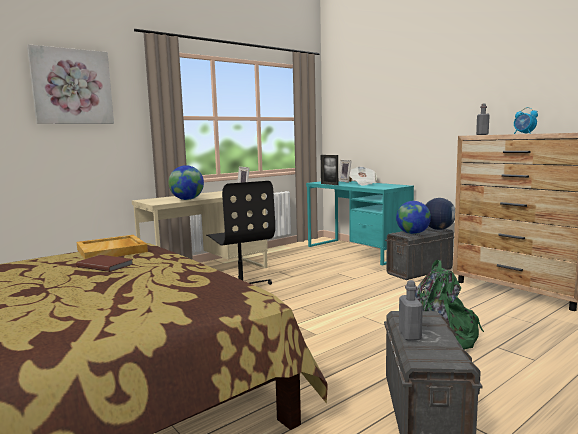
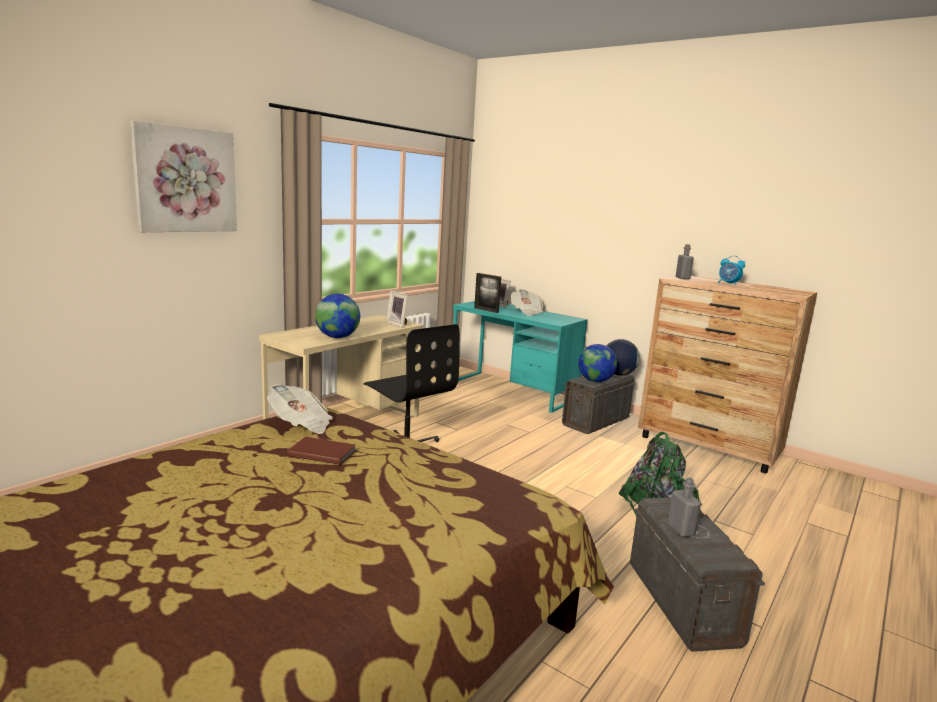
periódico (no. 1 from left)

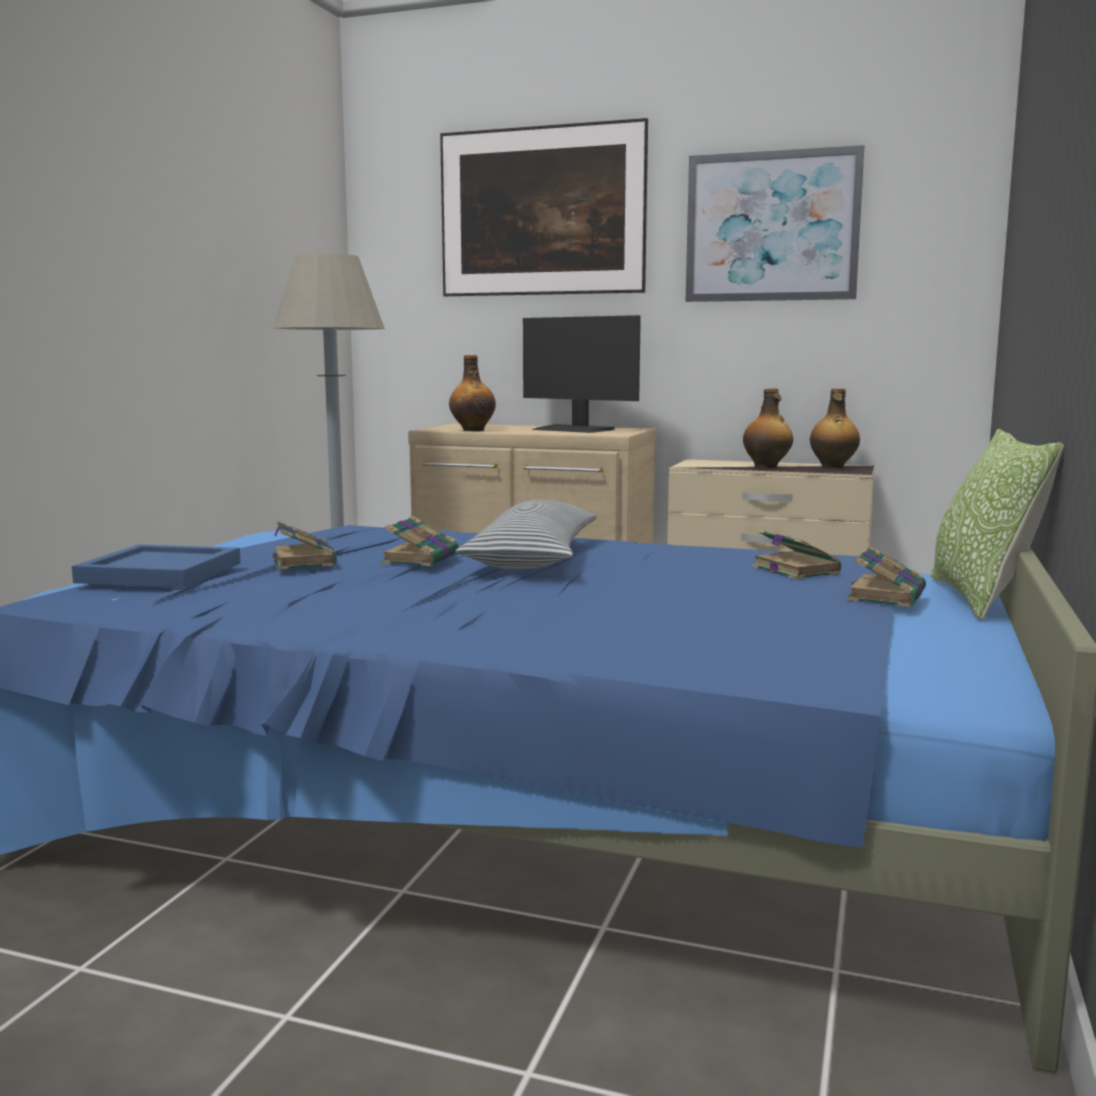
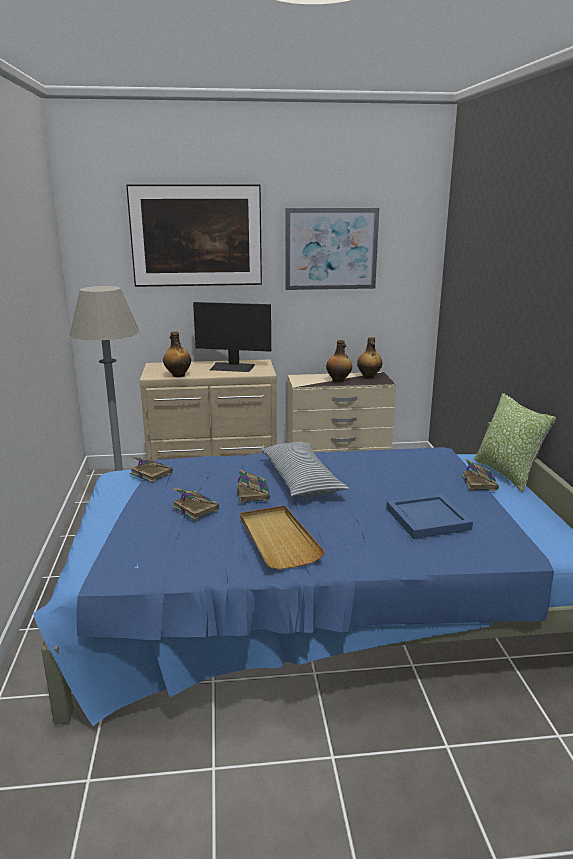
libro (no. 1 from left)
bandeja [beis]
bandeja [azul]

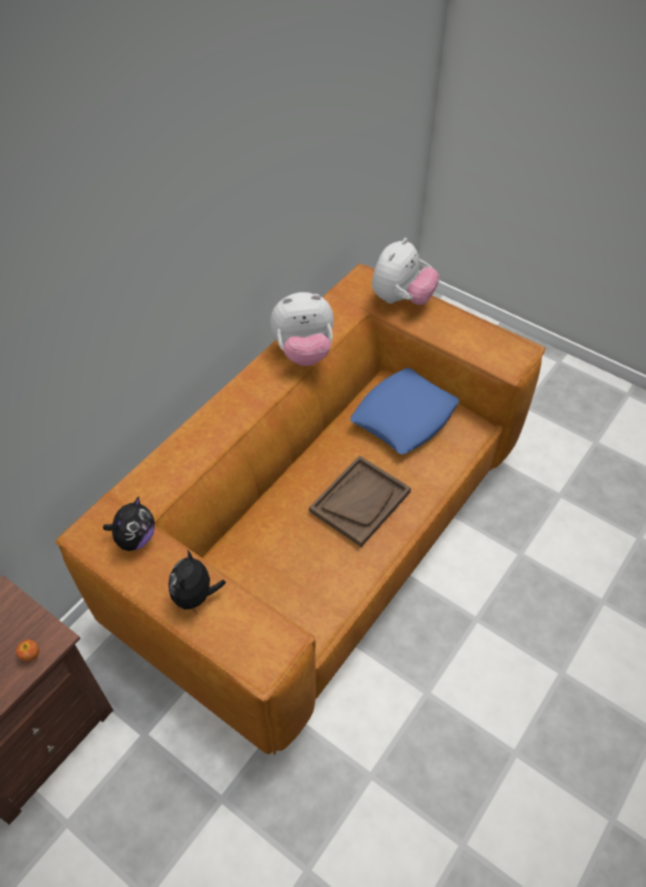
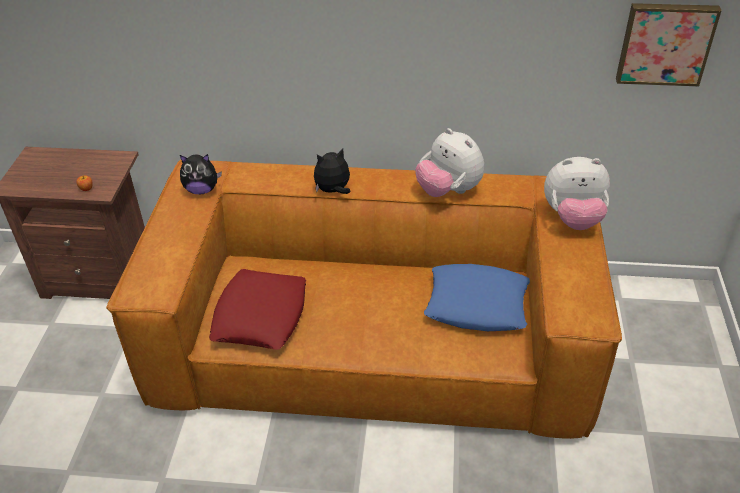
cojín [rojo]
peluche (no. 2 from left)
cuadro
bandeja [marrón]

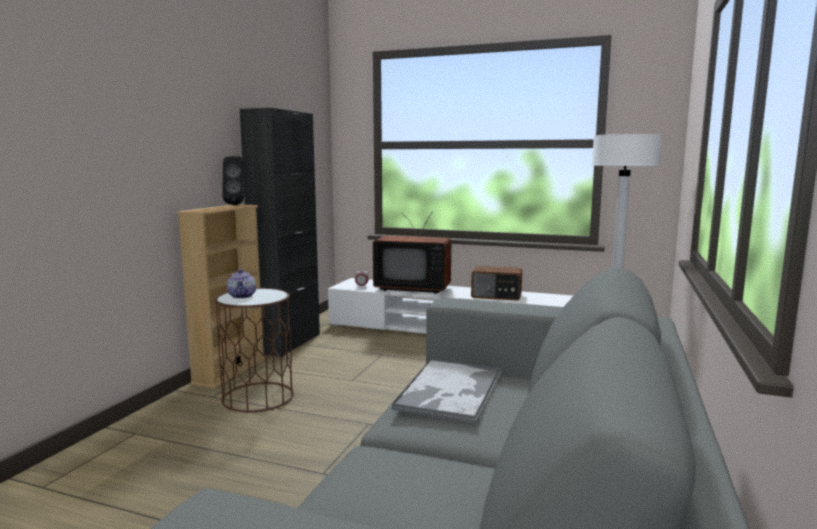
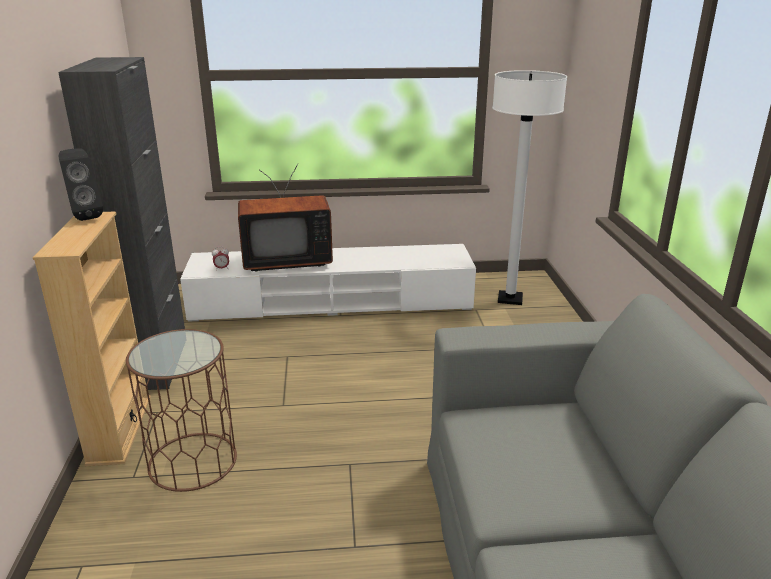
tetera
bandeja
radio

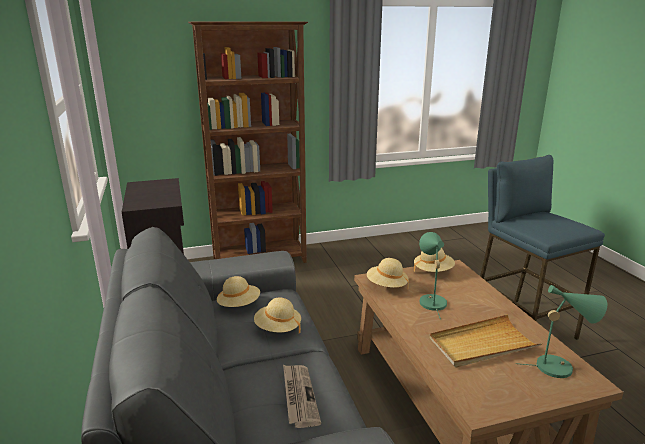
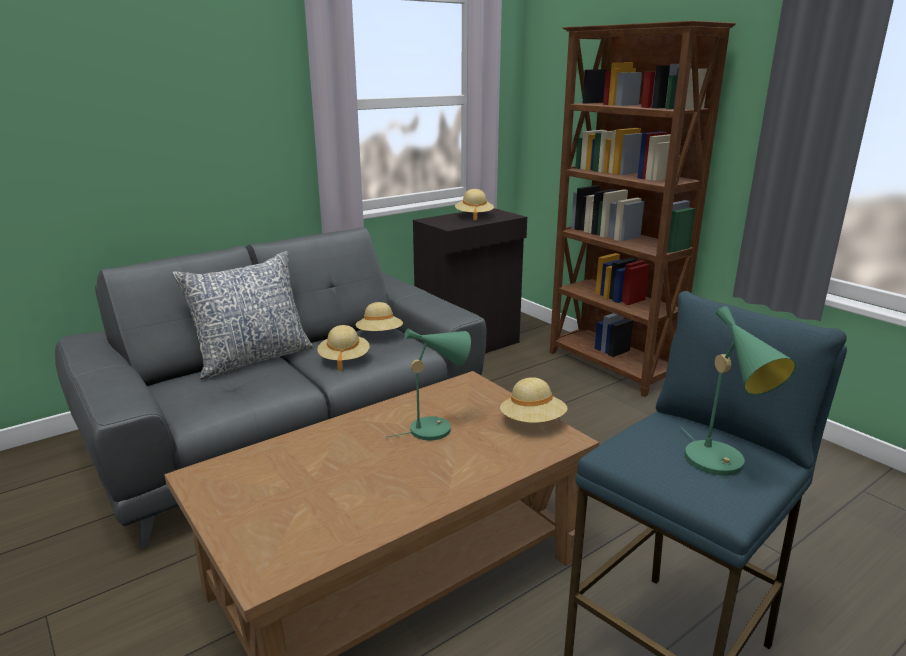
cojín
sombrero [beis] (no. 3 from left)
lámpara de mesa [verde] (no. 2 from left)
periódico
bandeja [beis]

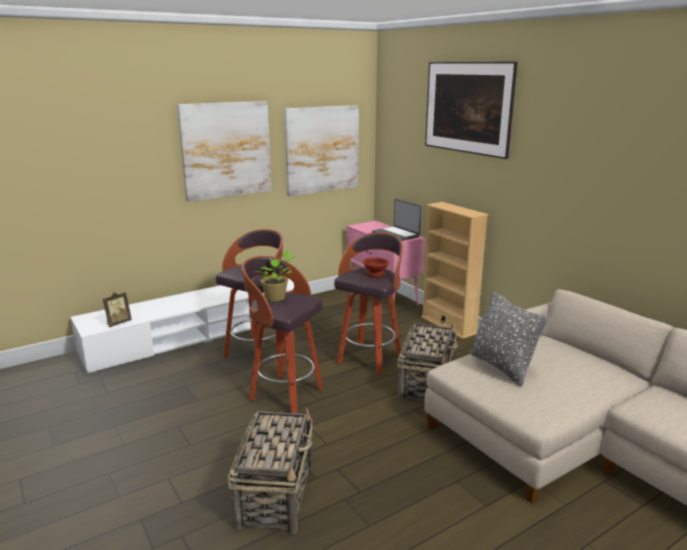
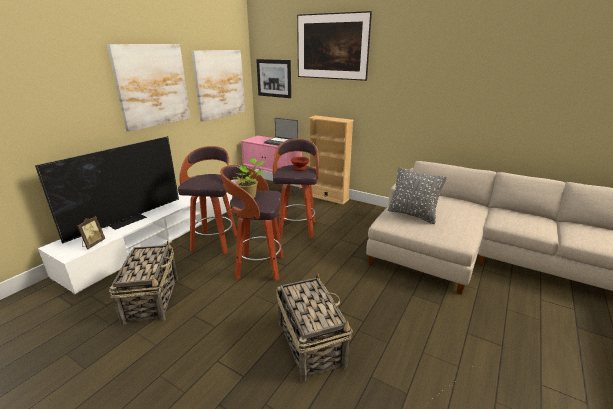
televisor
cesta (no. 1 from left)
cuadro (no. 3 from left)

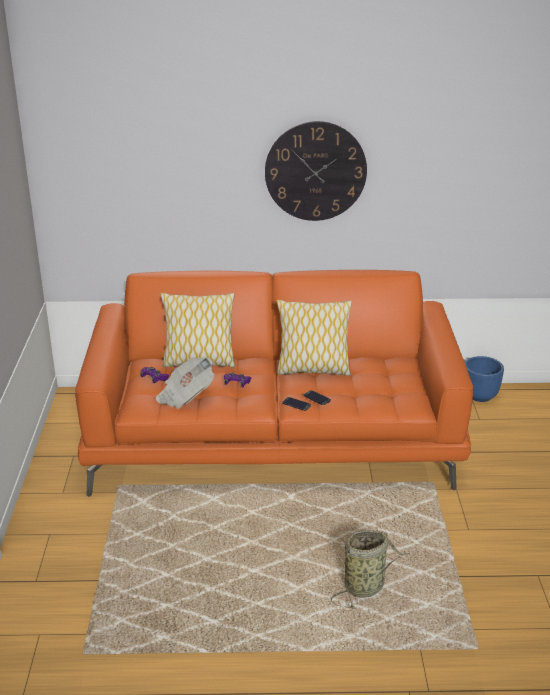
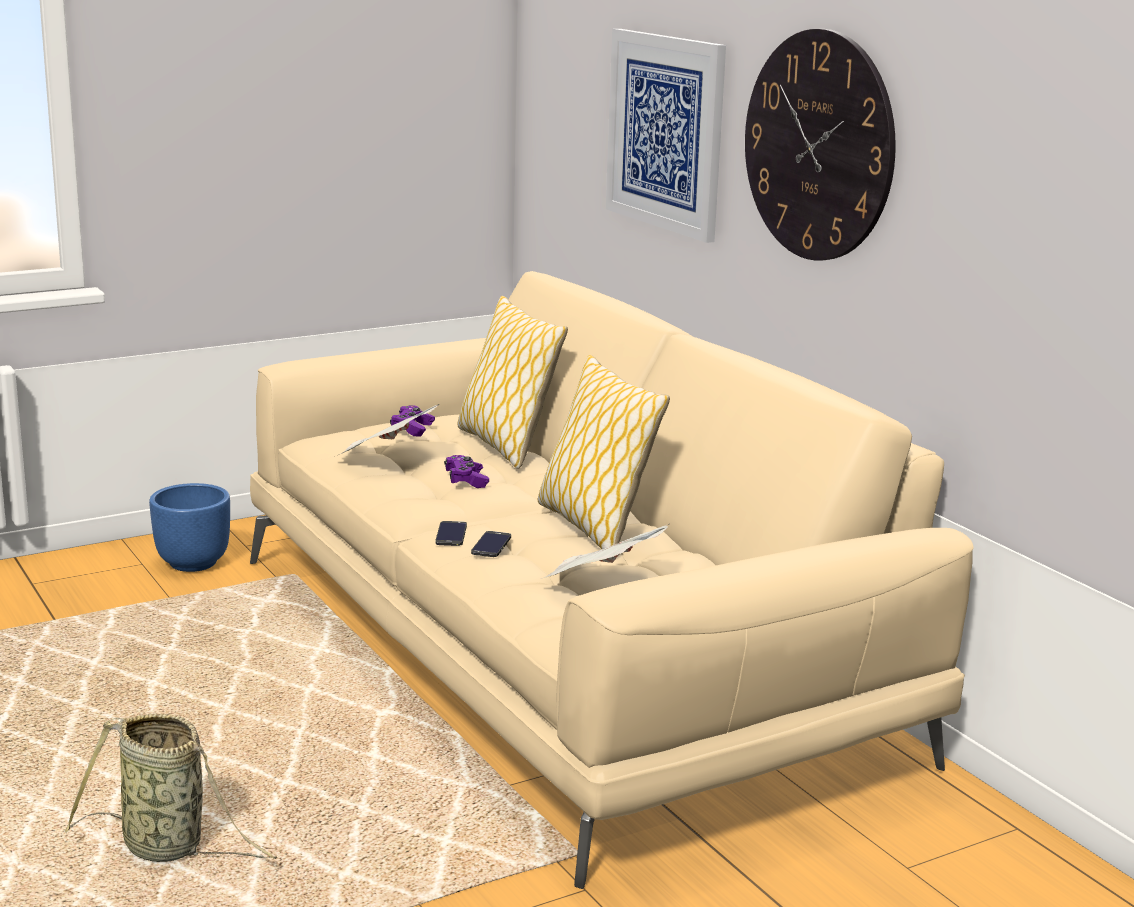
maceta [azul]
sofá [beis]
periódico (no. 2 from left)
cuadro

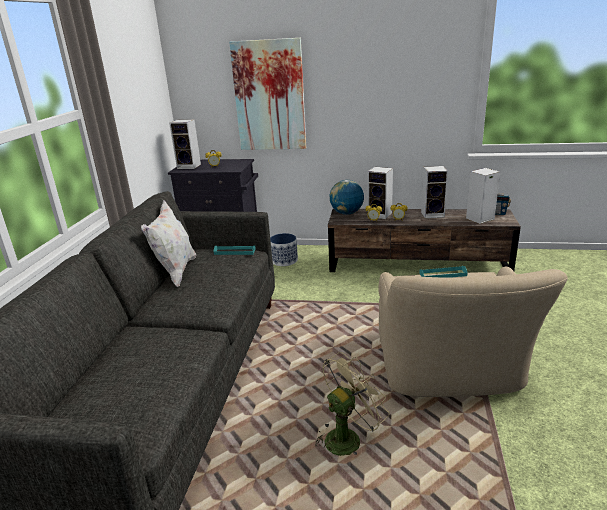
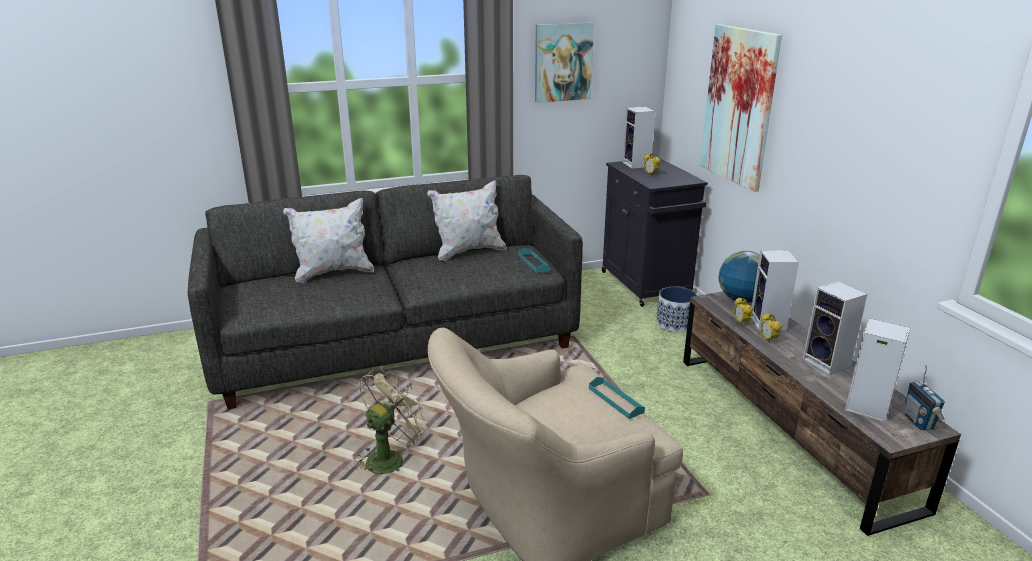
cojín [blanco] (no. 1 from left)
ventilador [beis]
cuadro (no. 1 from left)

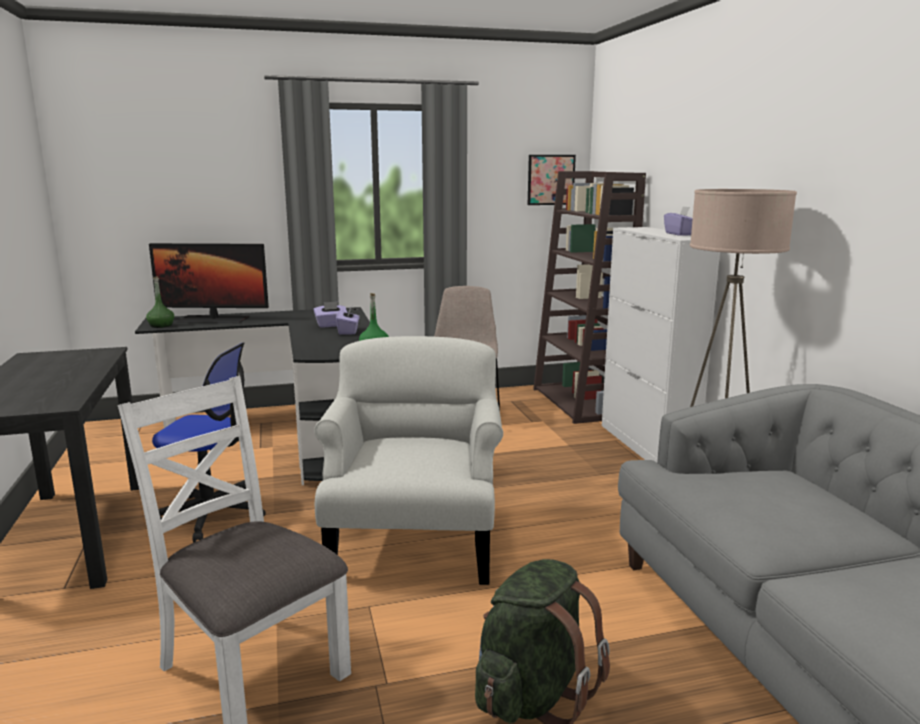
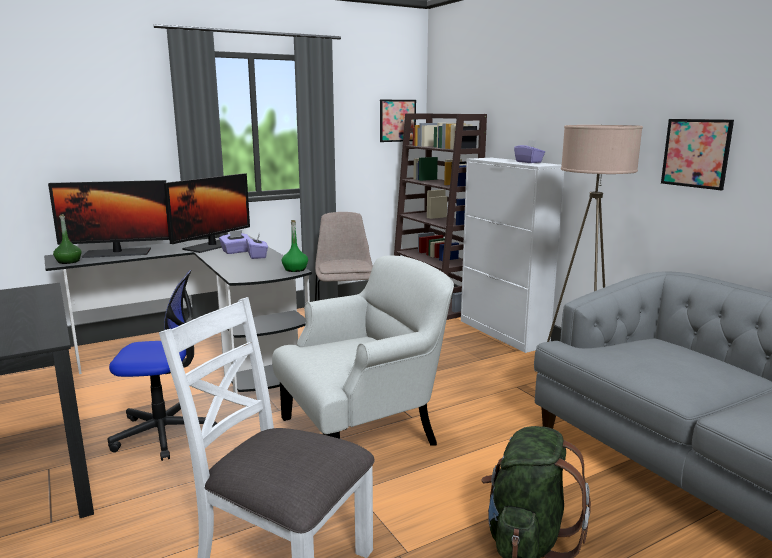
monitor (no. 2 from left)
sillón [blanco]
cuadro (no. 2 from left)

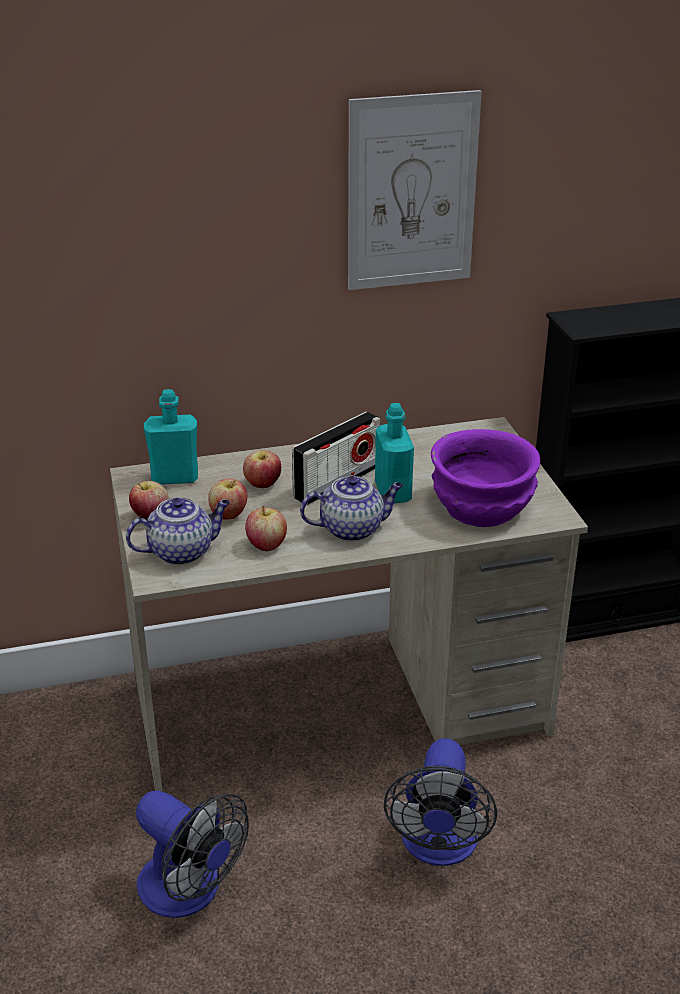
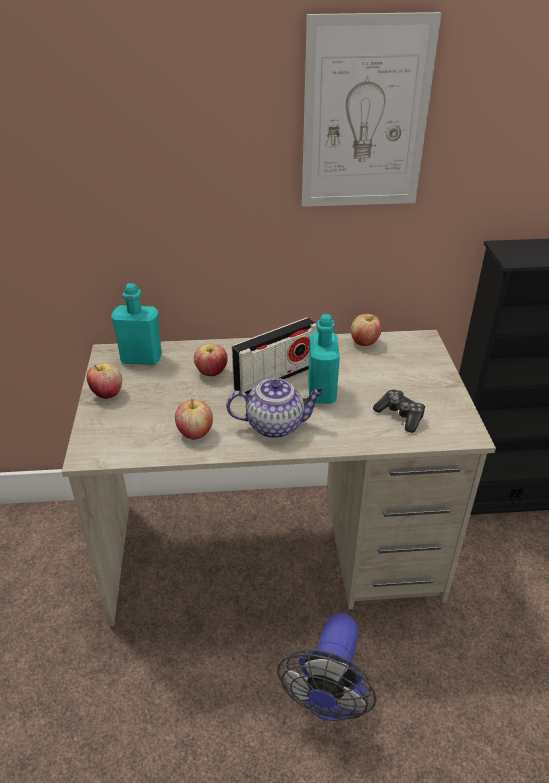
manzana (no. 4 from left)
mando de consola
tetera (no. 1 from left in the first image)
ventilador (no. 1 from left in the first image)

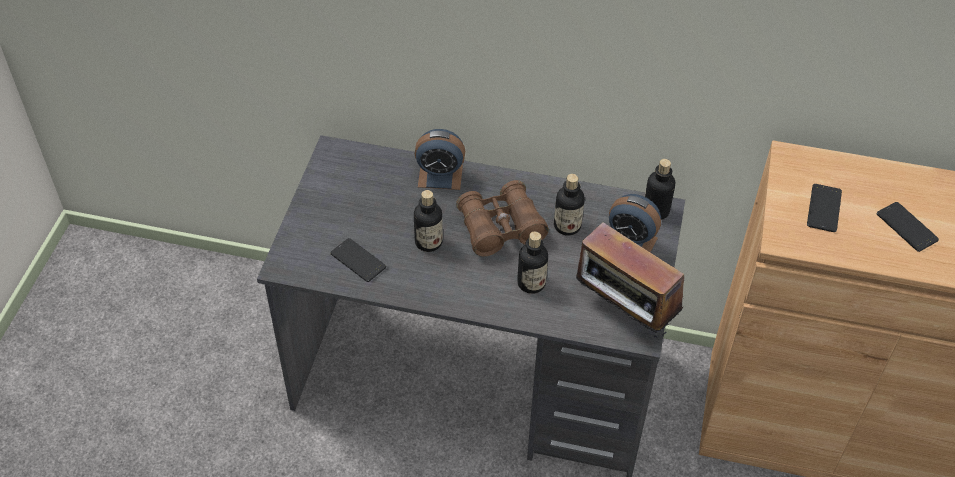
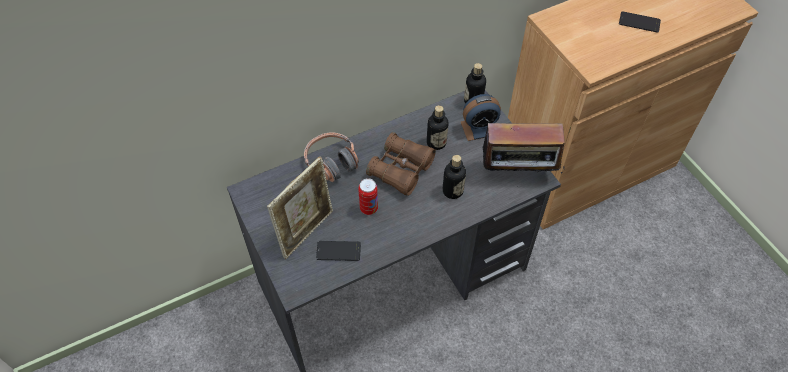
portarretratos
auriculares
lata
móvil (no. 2 from left in the first image)

